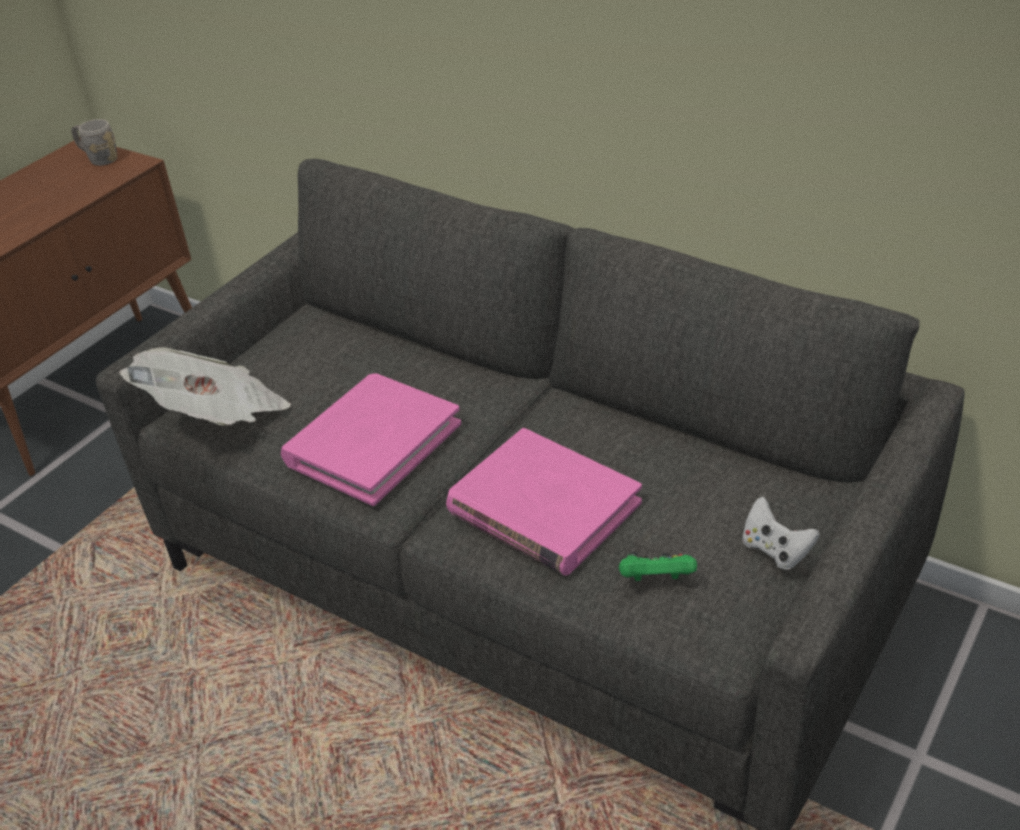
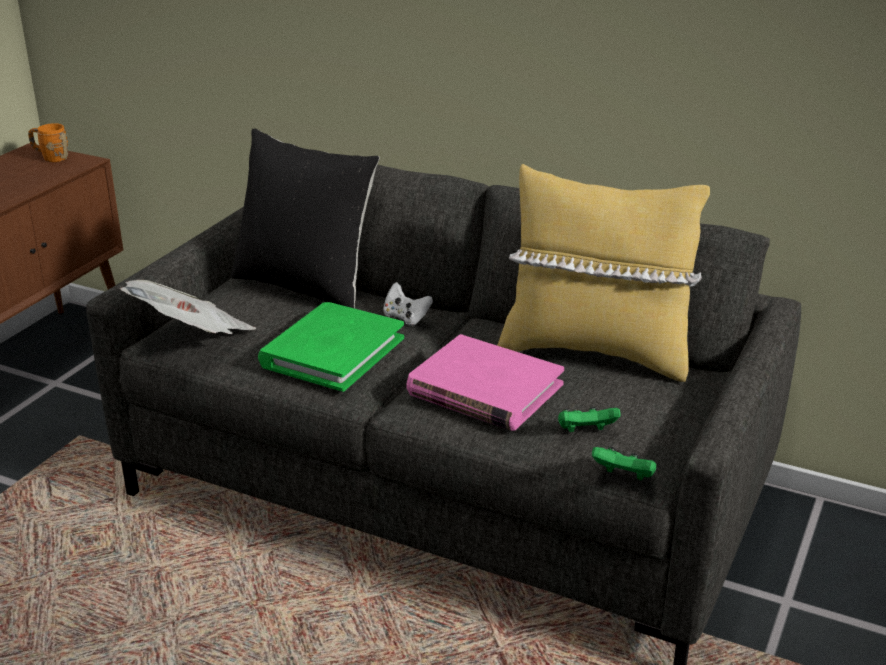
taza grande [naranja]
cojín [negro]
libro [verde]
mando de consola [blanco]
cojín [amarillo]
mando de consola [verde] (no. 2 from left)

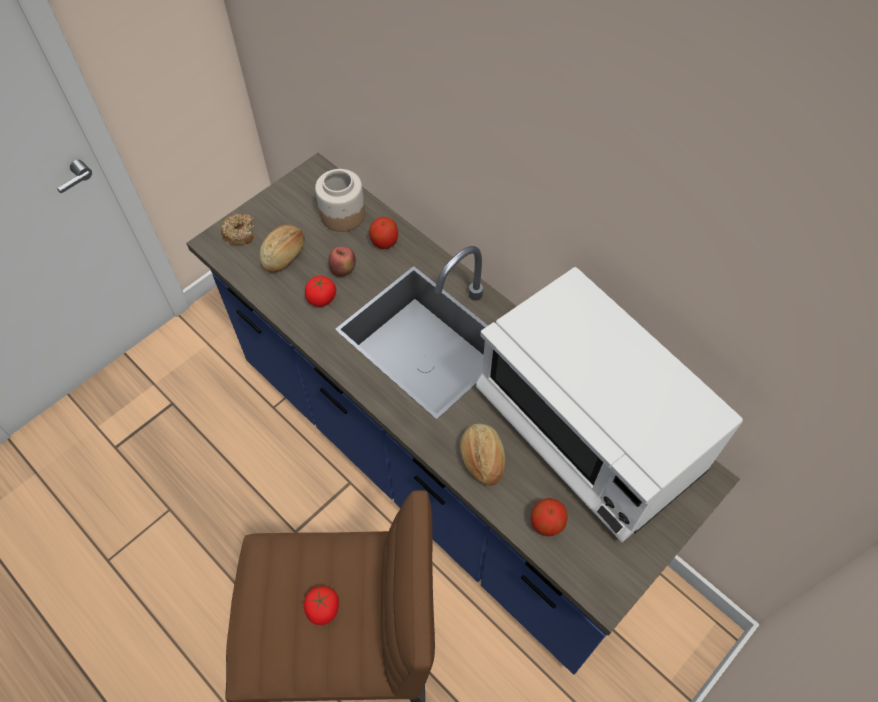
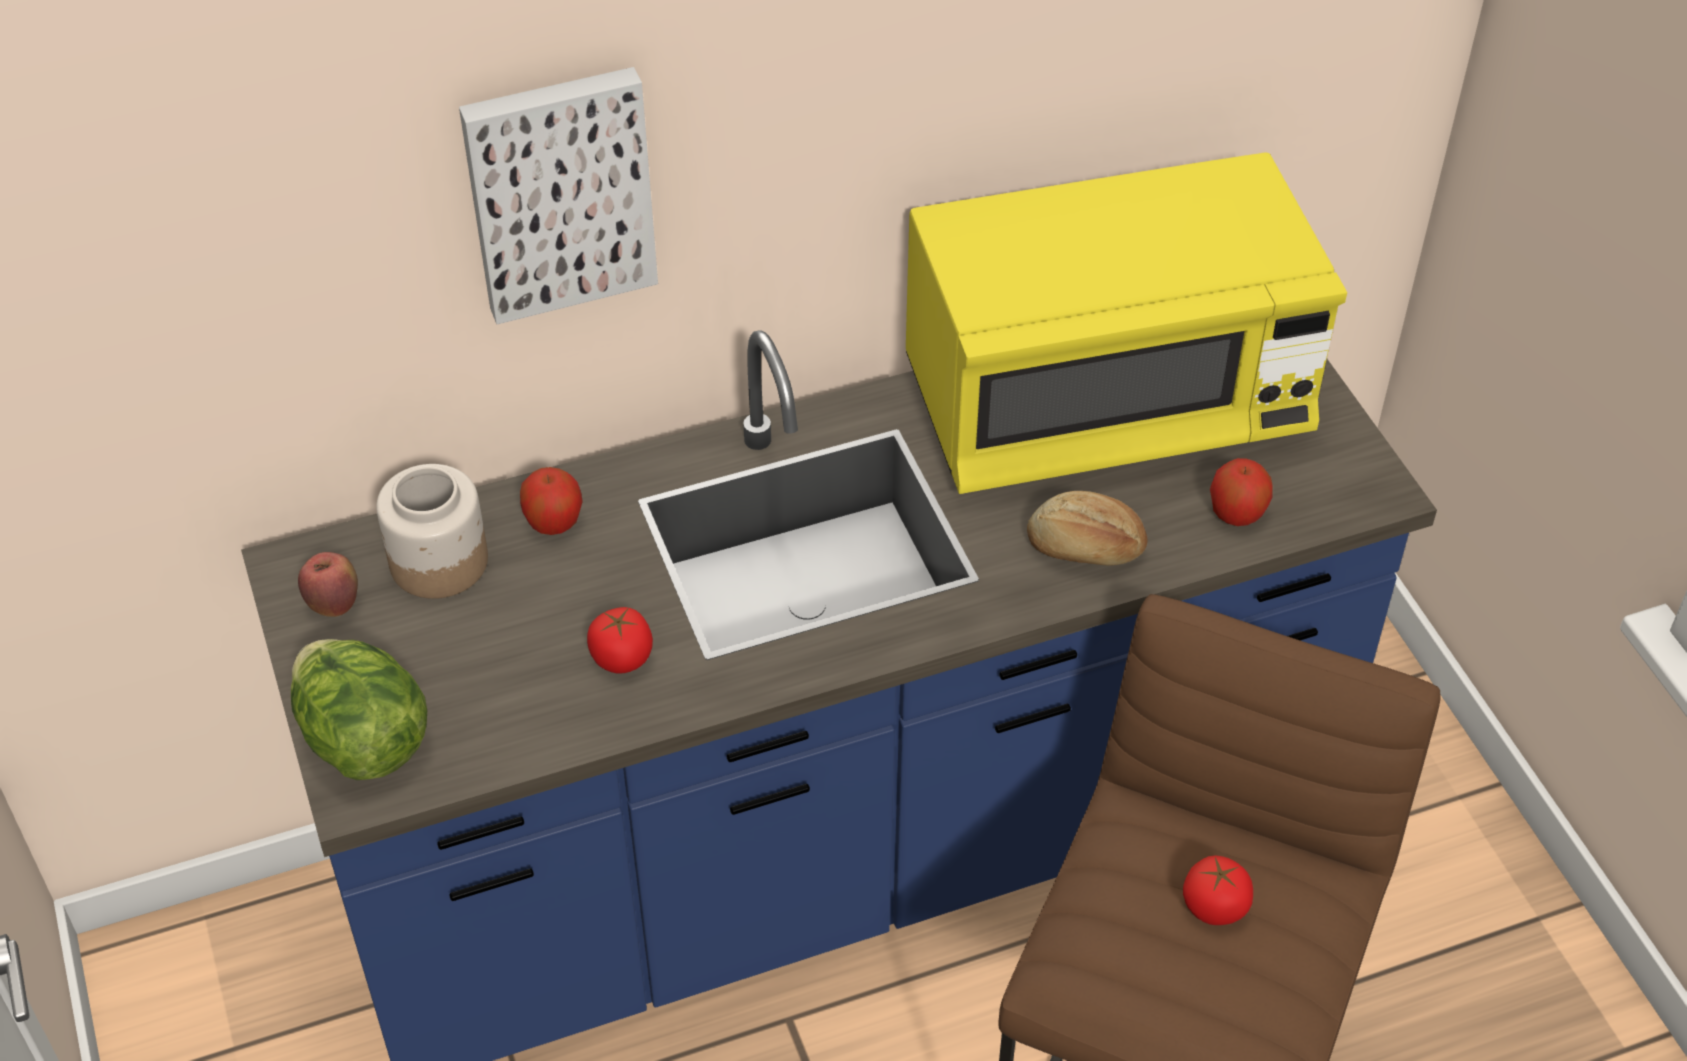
lechuga
manzana (no. 1 from left)
cuadro
microondas [amarillo]
pan (no. 1 from left in the first image)

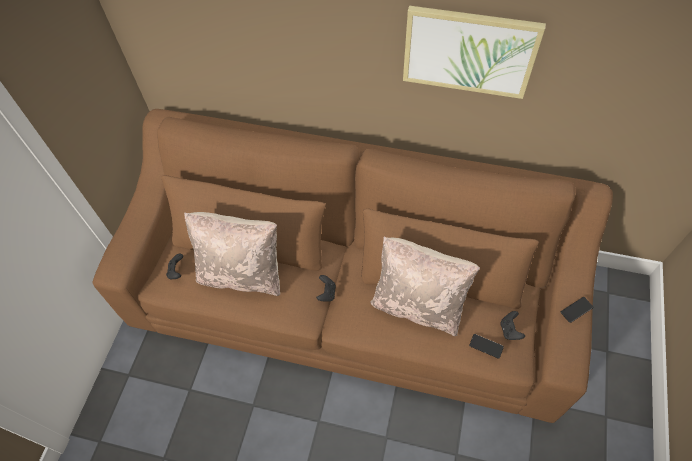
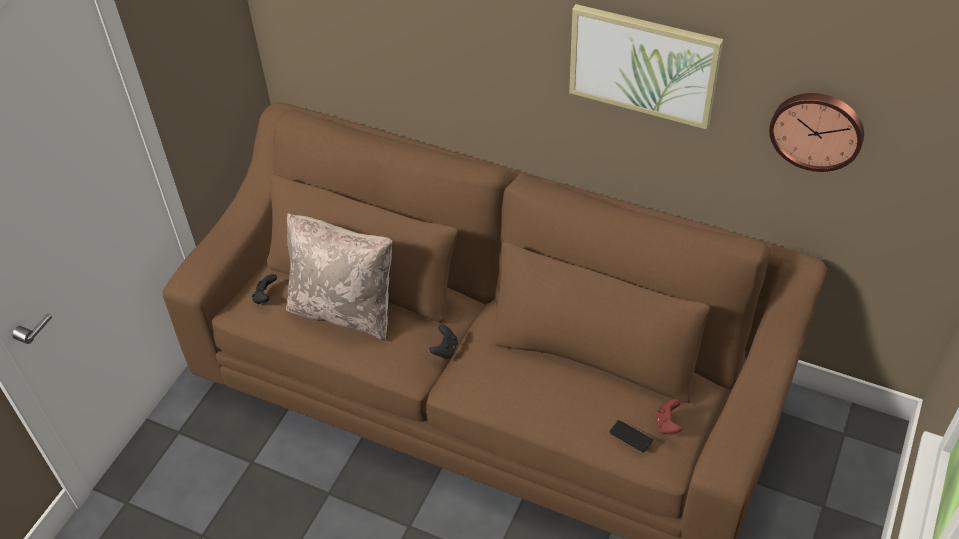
mando de consola [rojo]
reloj de pared
cojín [beis] (no. 2 from left in the first image)
móvil (no. 2 from left in the first image)

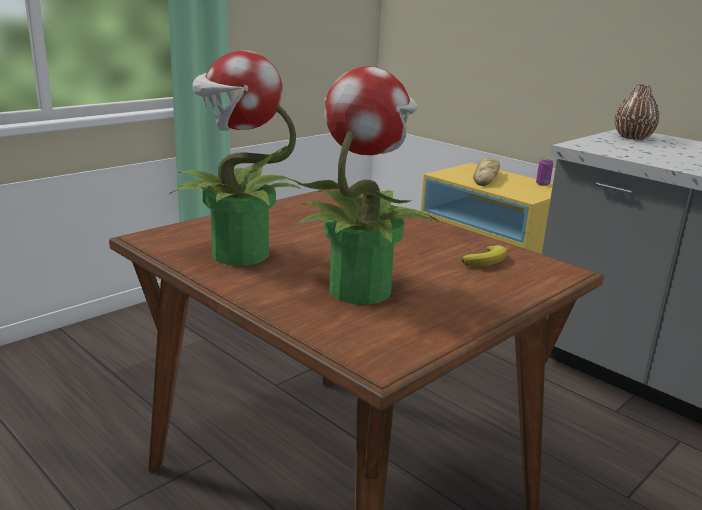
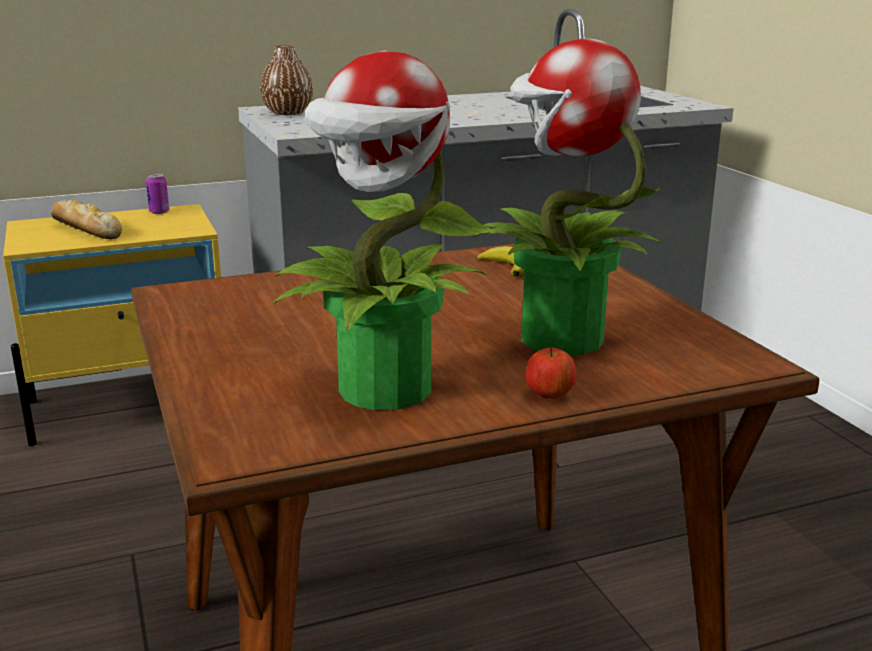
manzana

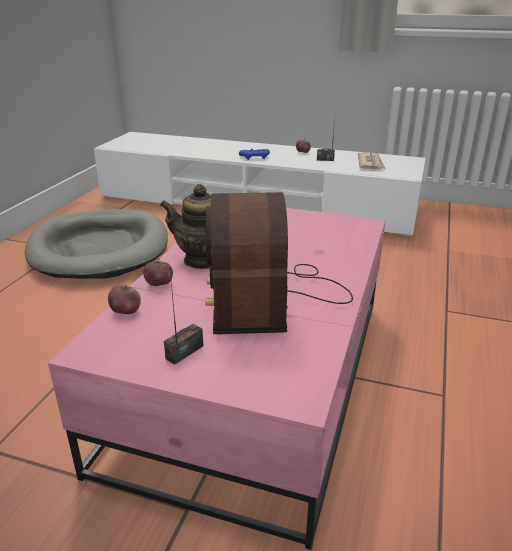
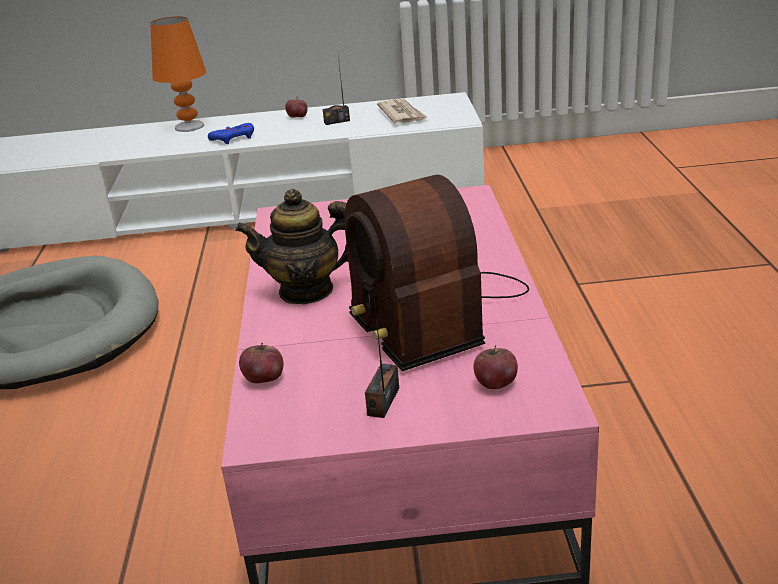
lámpara de mesa [naranja]
manzana (no. 3 from left)

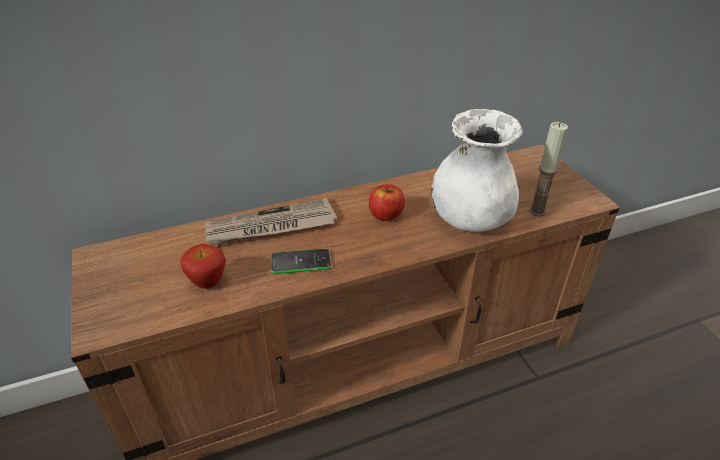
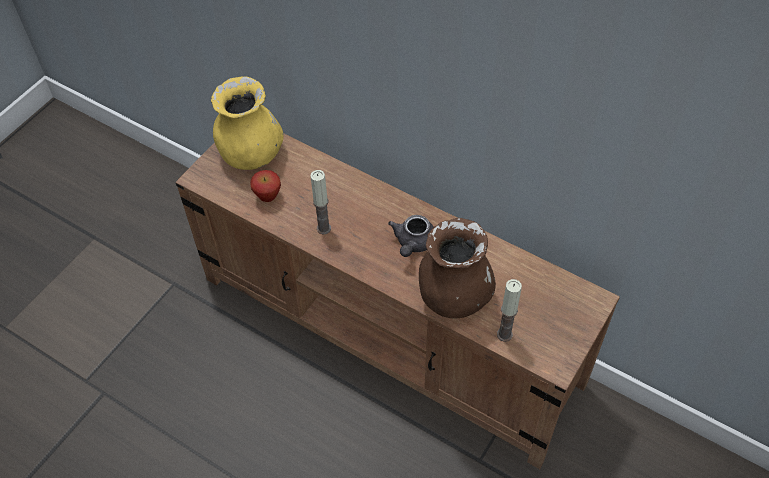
florero [amarillo]
vela (no. 1 from left)
tetera [gris]
florero [marrón]
periódico

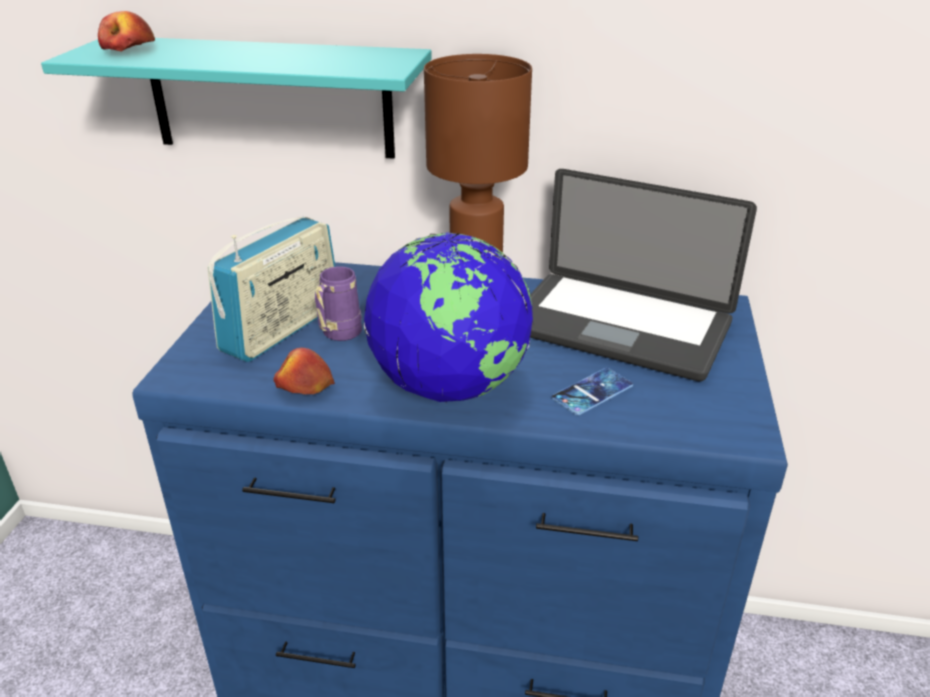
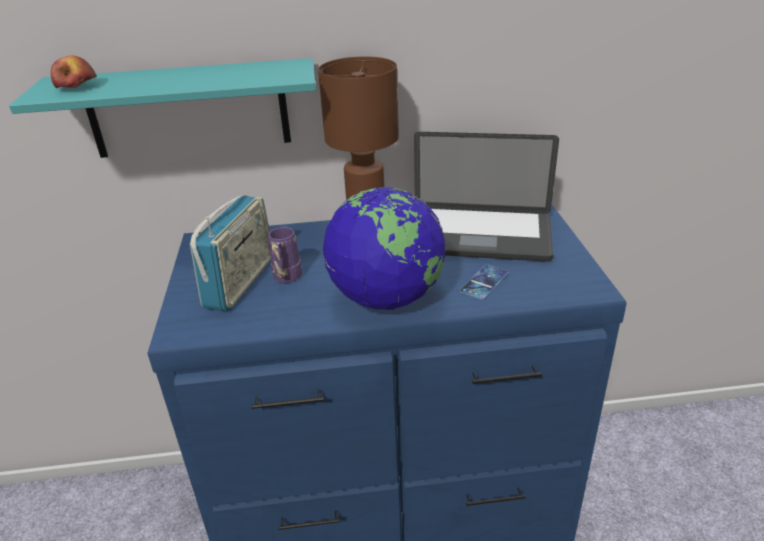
manzana (no. 2 from left in the first image)

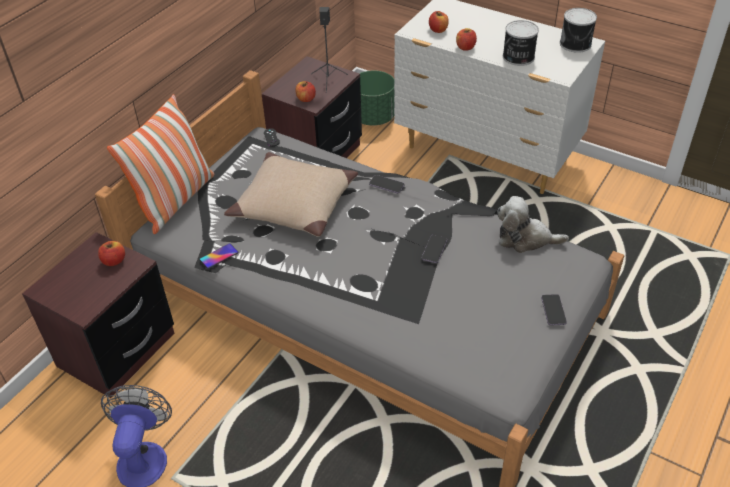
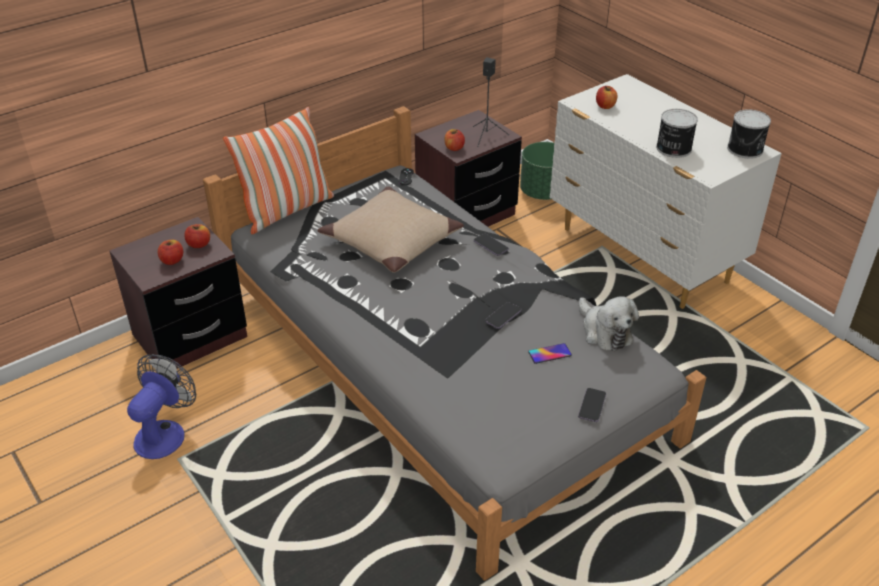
manzana (no. 1 from left)
móvil (no. 3 from left)
peluche

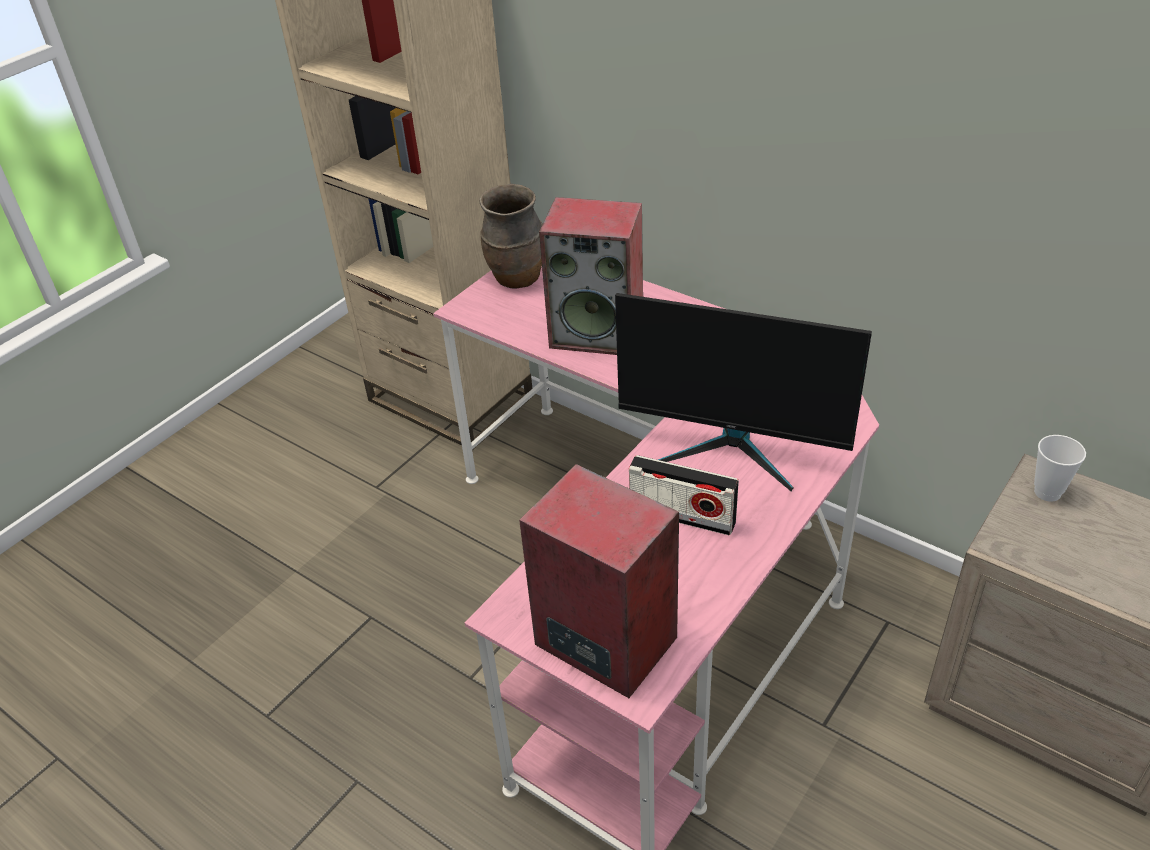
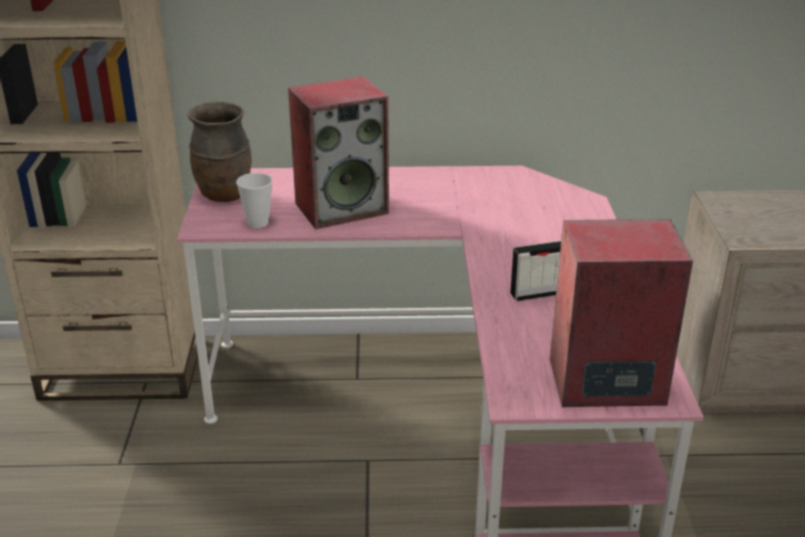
taza
monitor

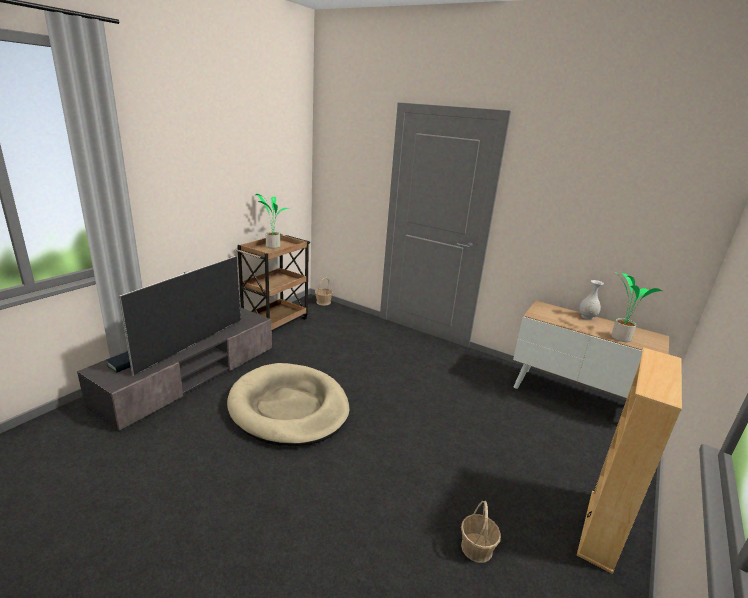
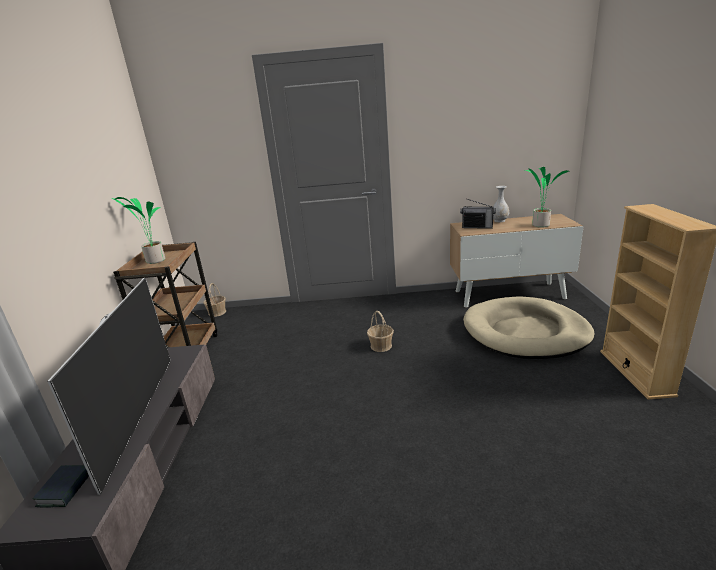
cesta (no. 2 from left)
radio
cama para perro [beis]

